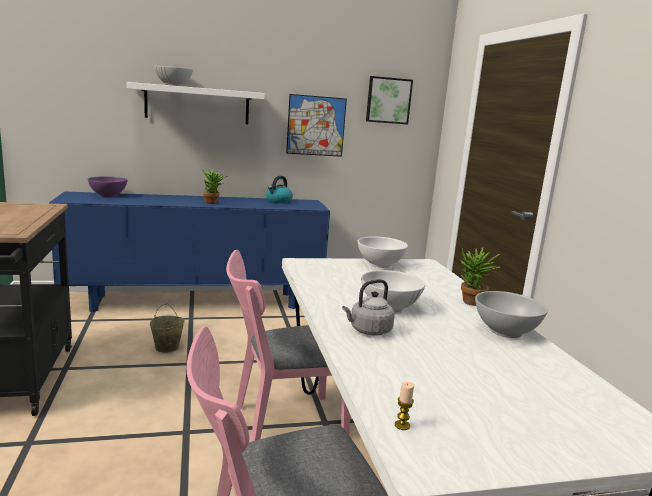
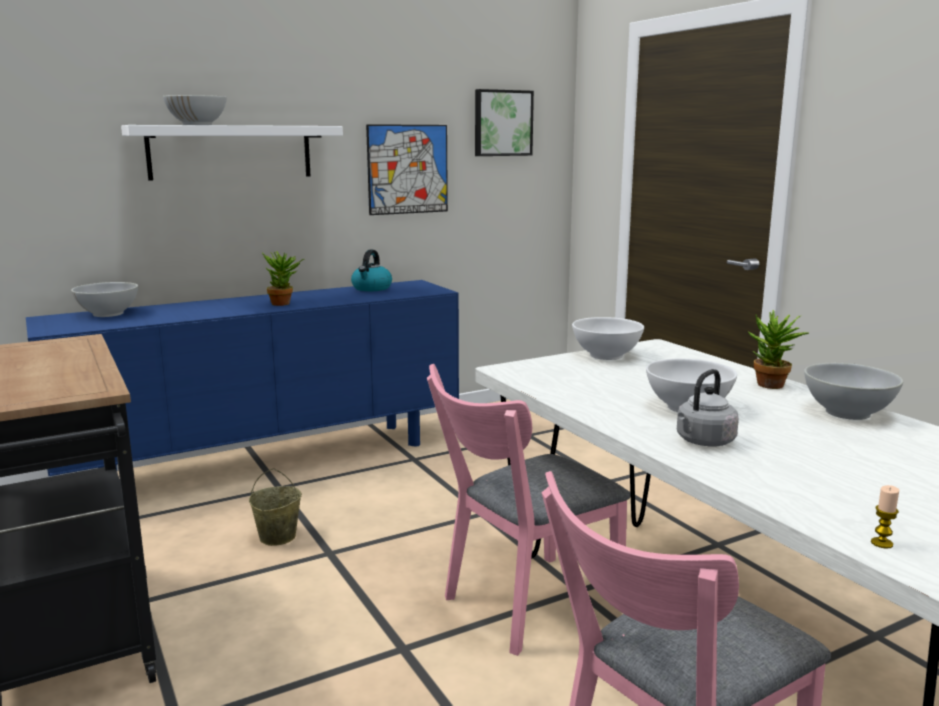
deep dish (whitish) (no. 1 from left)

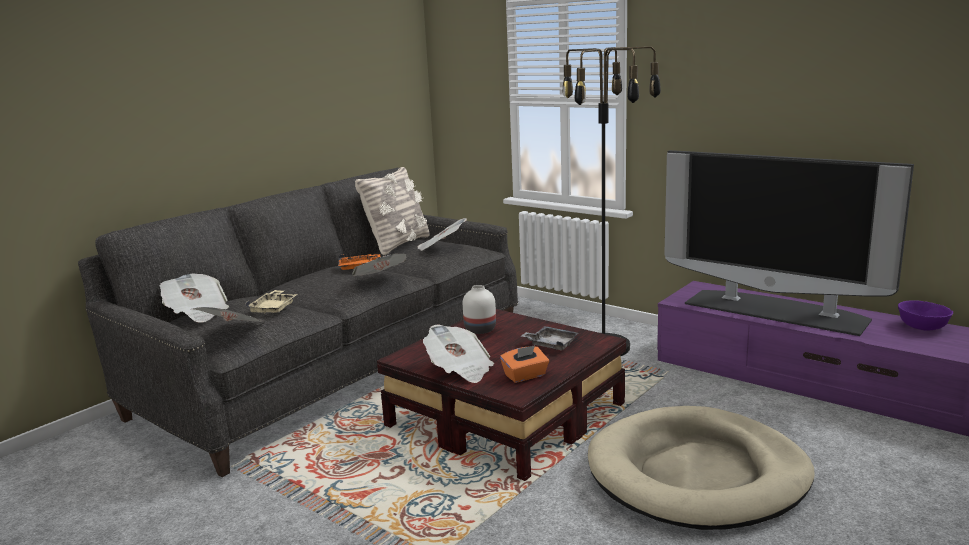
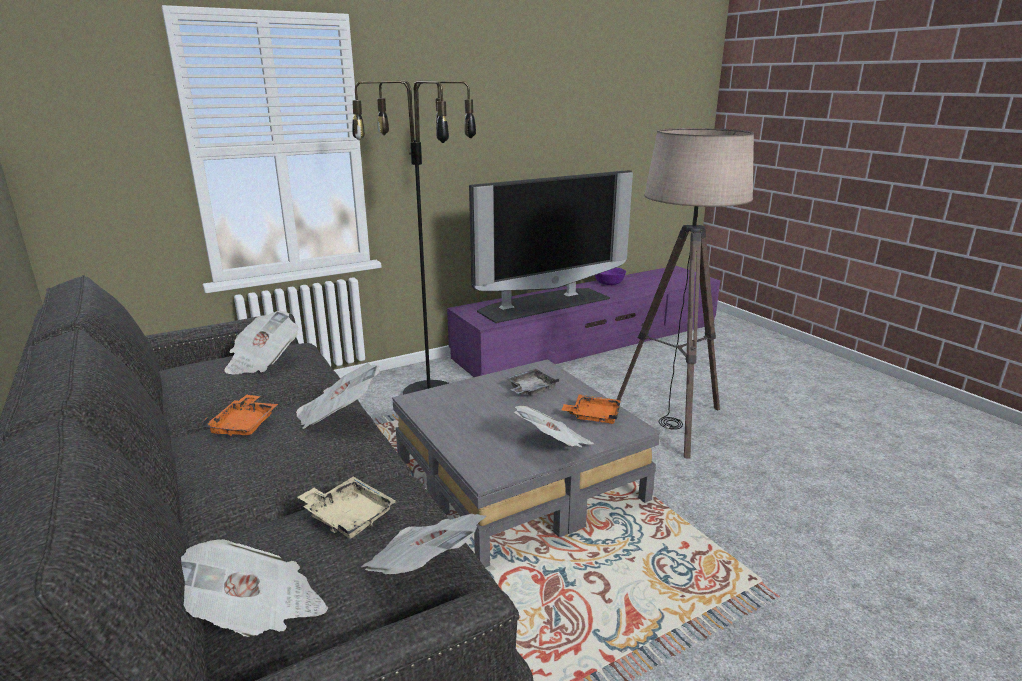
throw pillow (beige); coffee table (grey); decorative vase (whitish); carrying tray (orangey) (no. 2 from left); standard lamp (no. 2 from left)

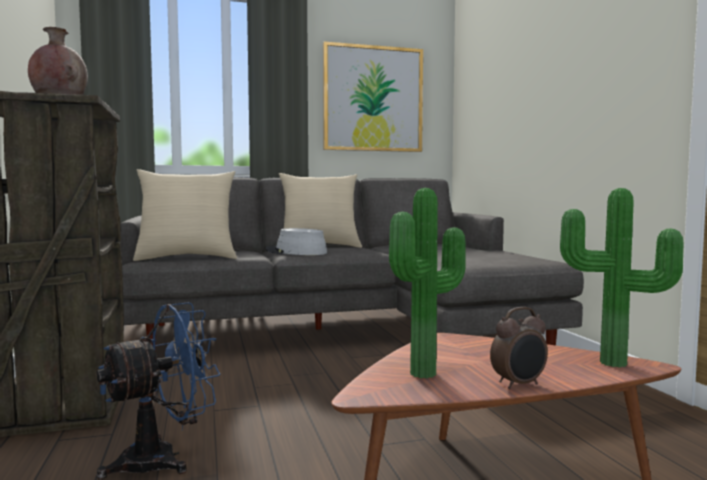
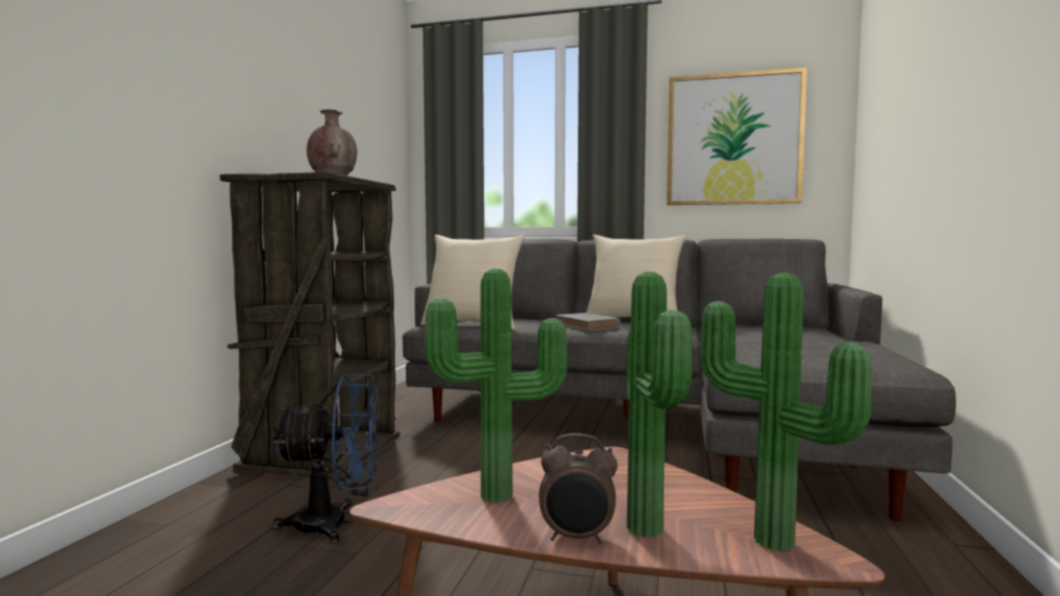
volume (grey); houseplant (no. 2 from left)

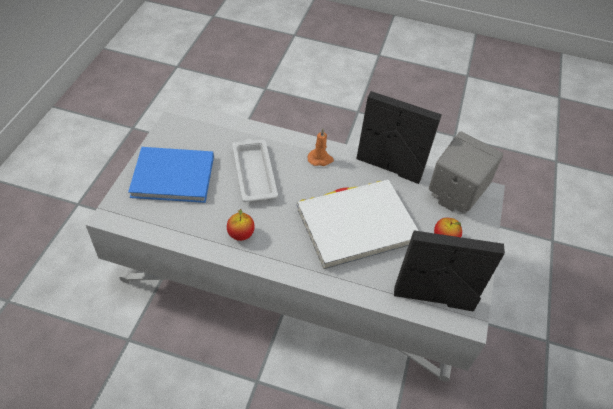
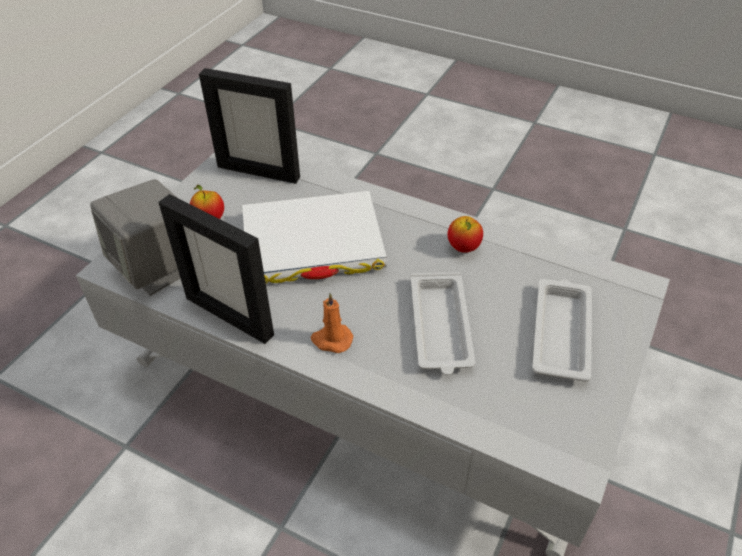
carrying tray (whitish) (no. 2 from left)

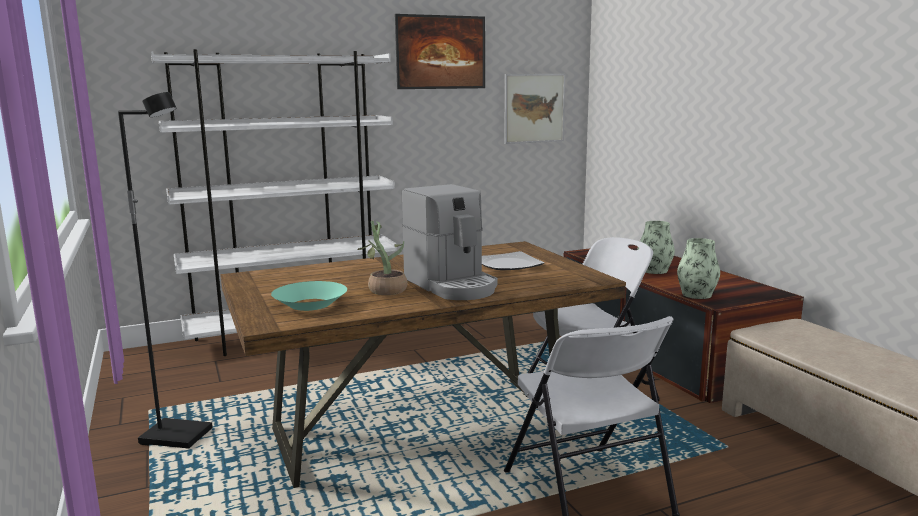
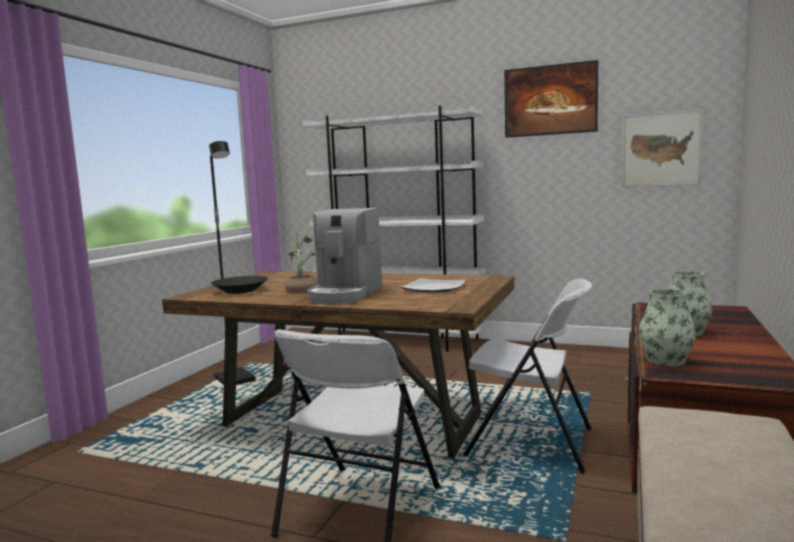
deep dish (black-coloured)

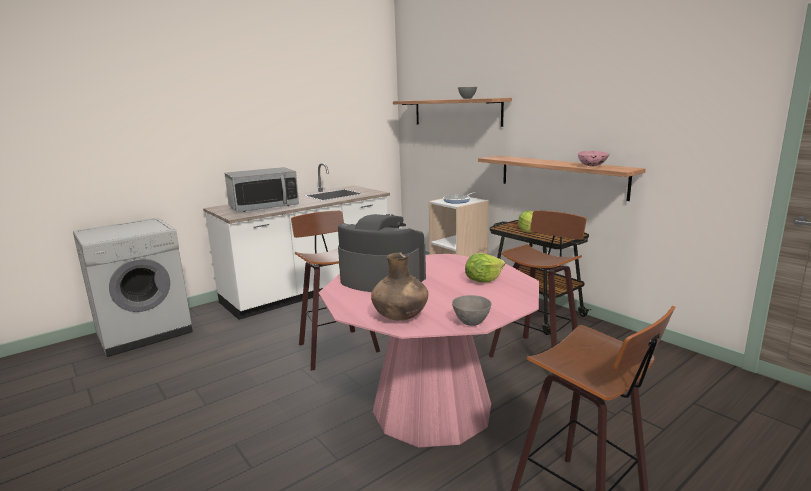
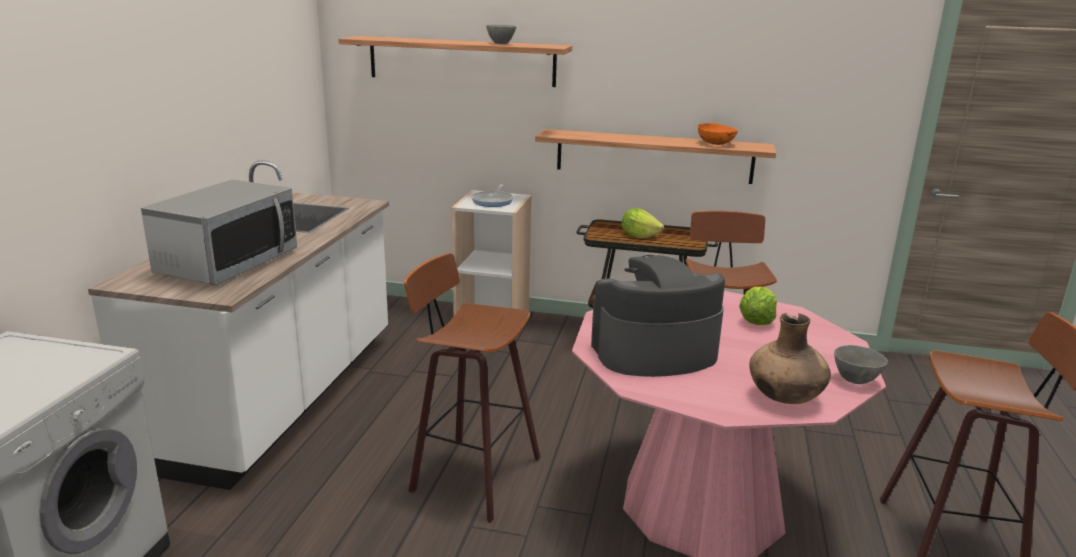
deep dish (orangey)

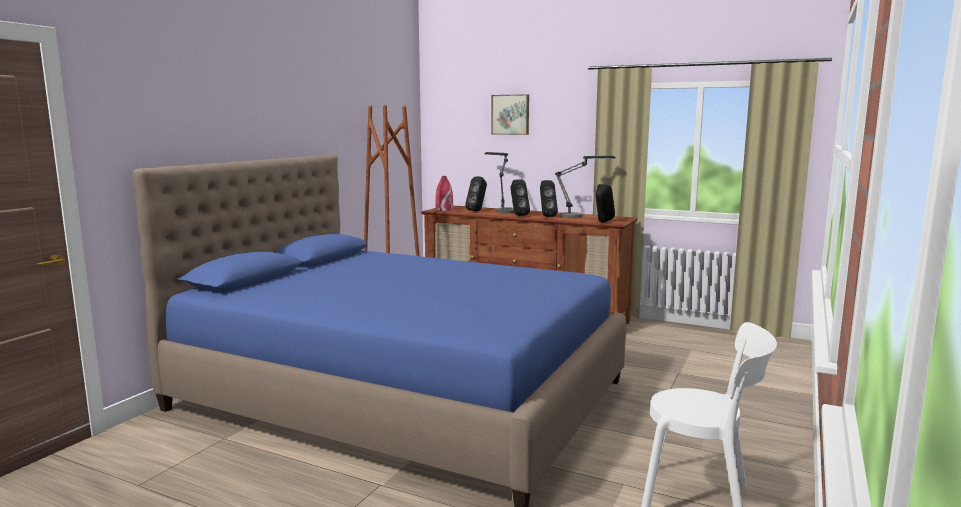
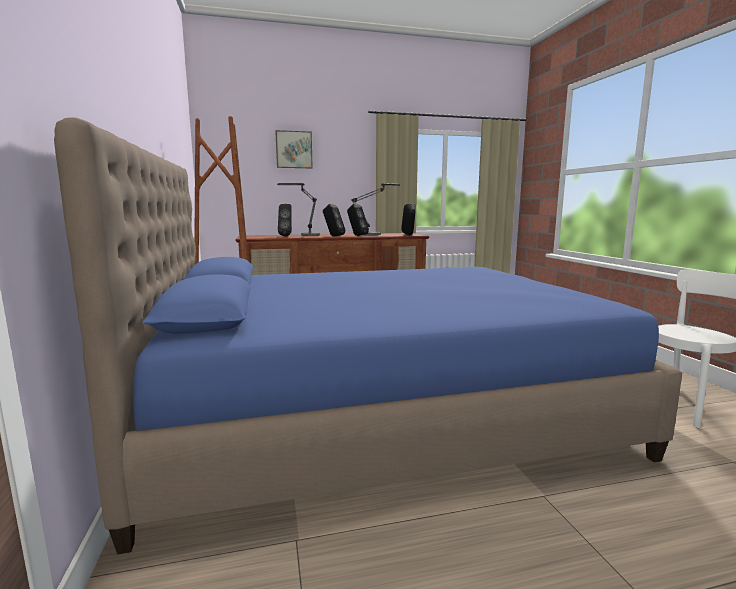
decorative vase (reddish)

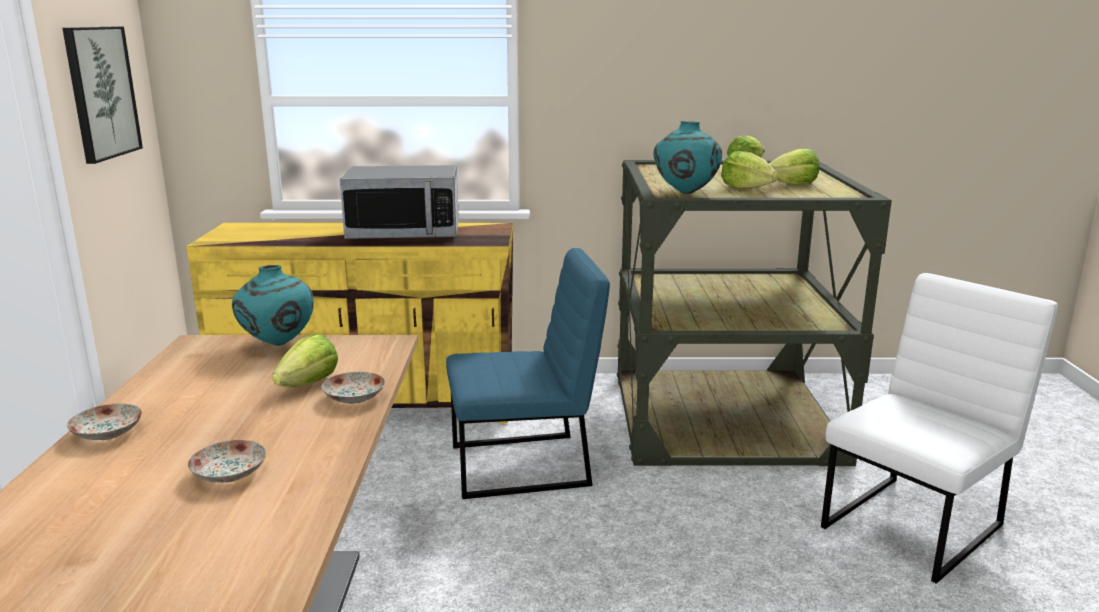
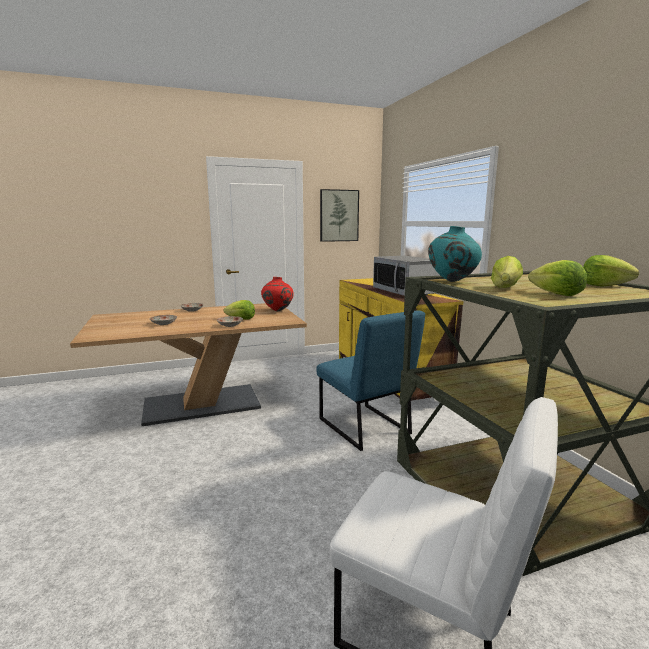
decorative vase (reddish)

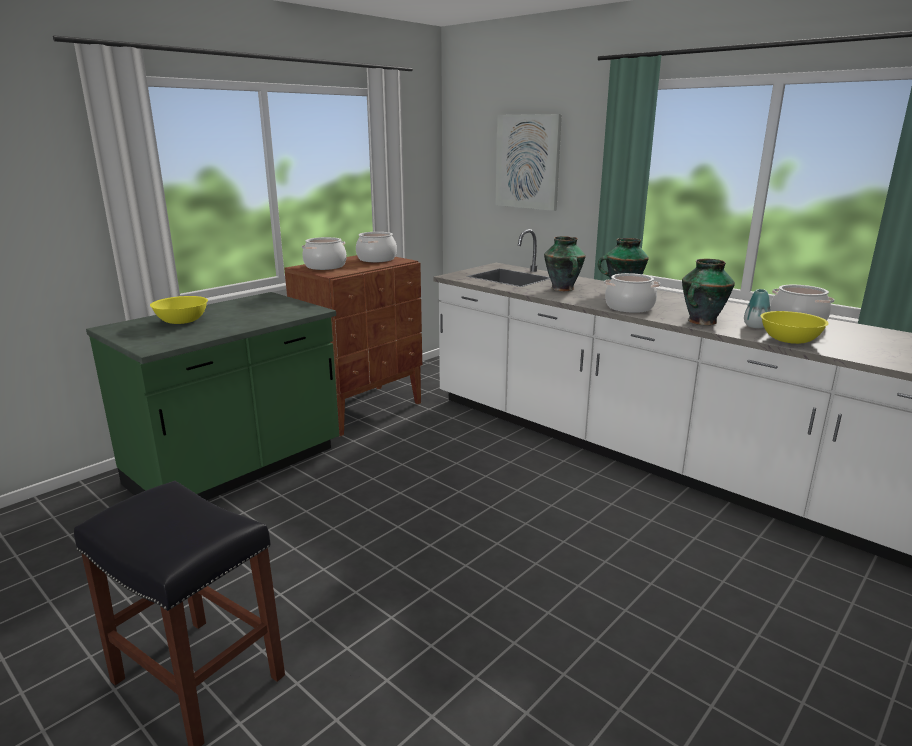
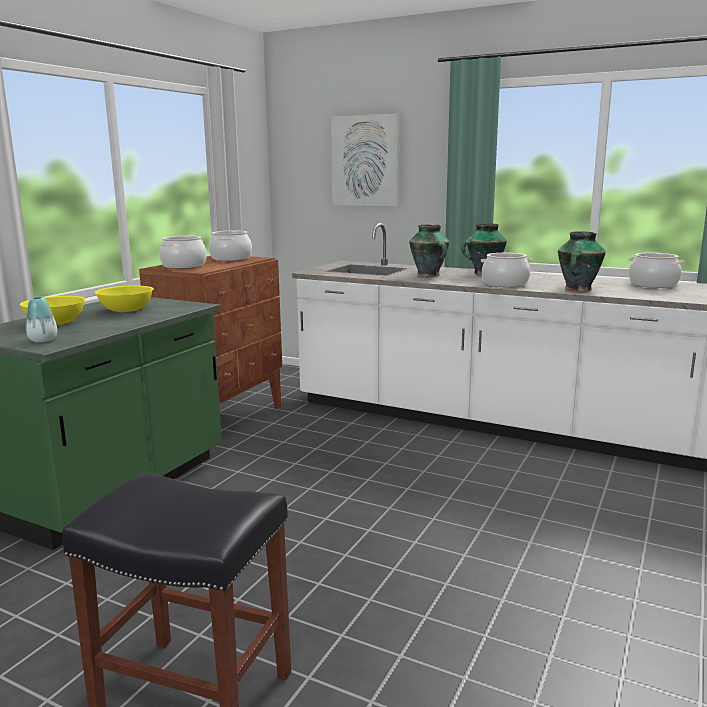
decorative vase (no. 1 from left); deep dish (yellowish) (no. 2 from left)

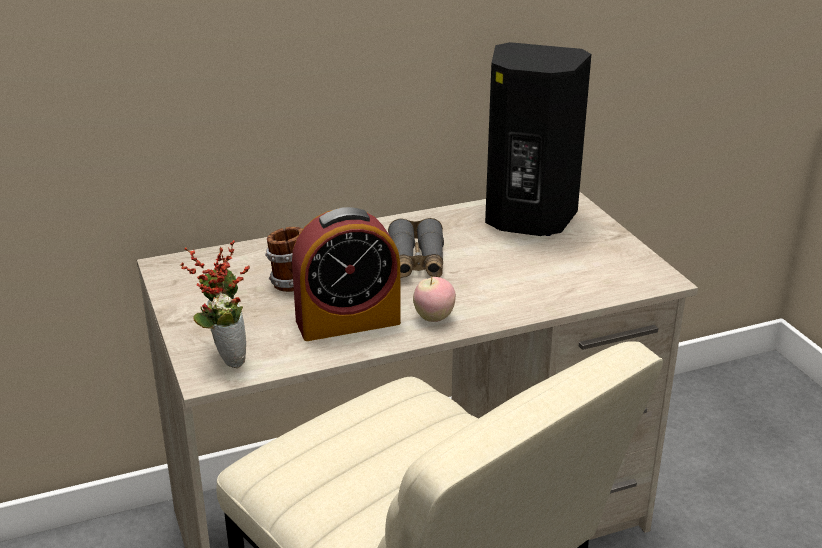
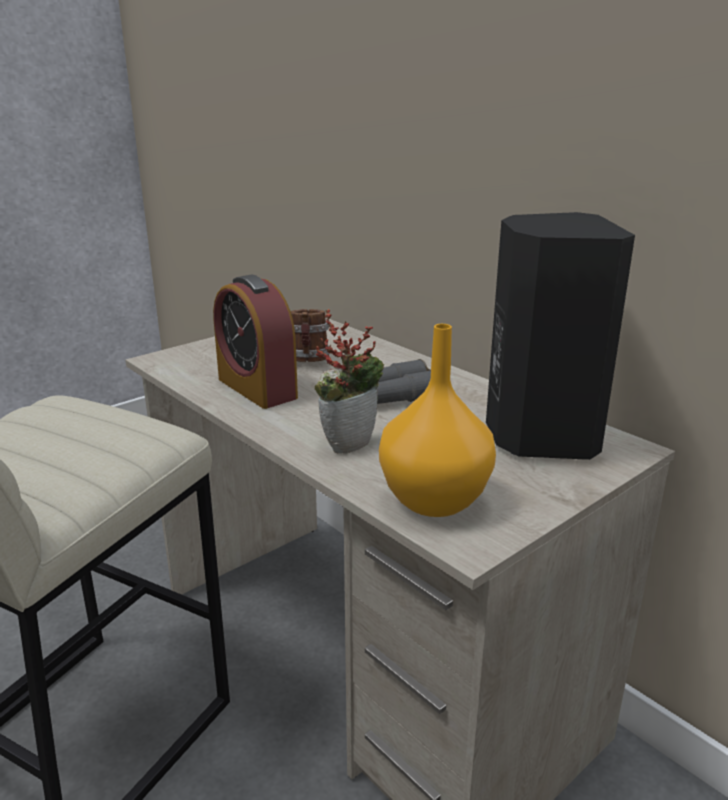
houseplant; apple; decorative vase (orangey)

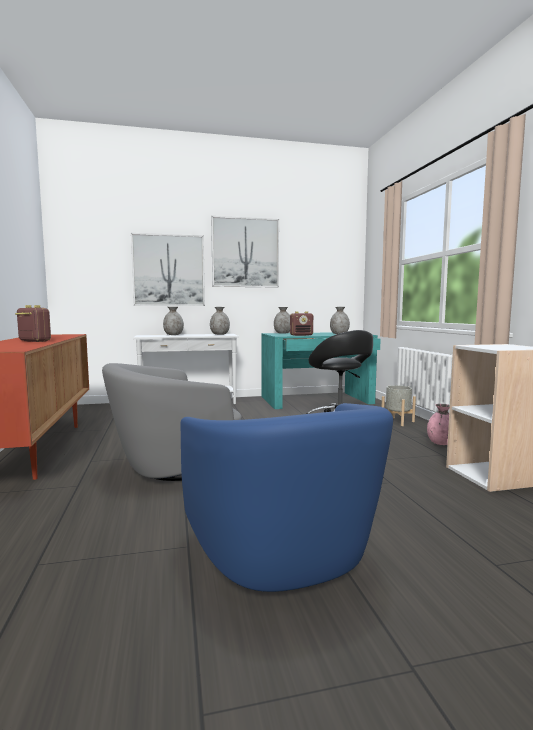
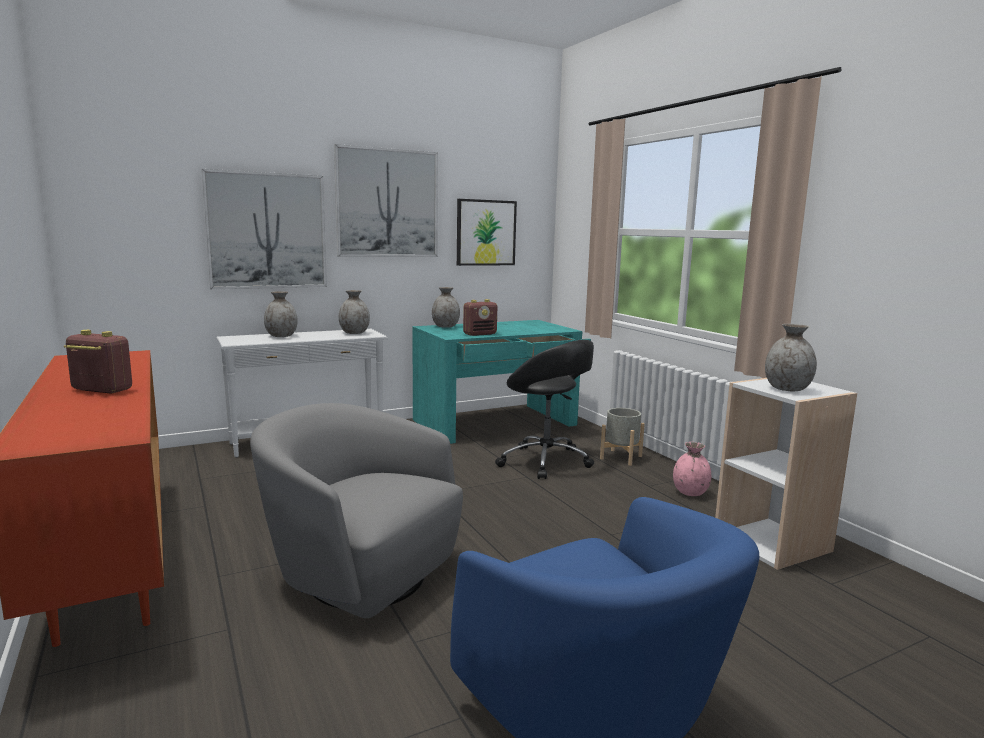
armchair (grey); decorative vase (grey) (no. 4 from left); wall art (no. 3 from left)

